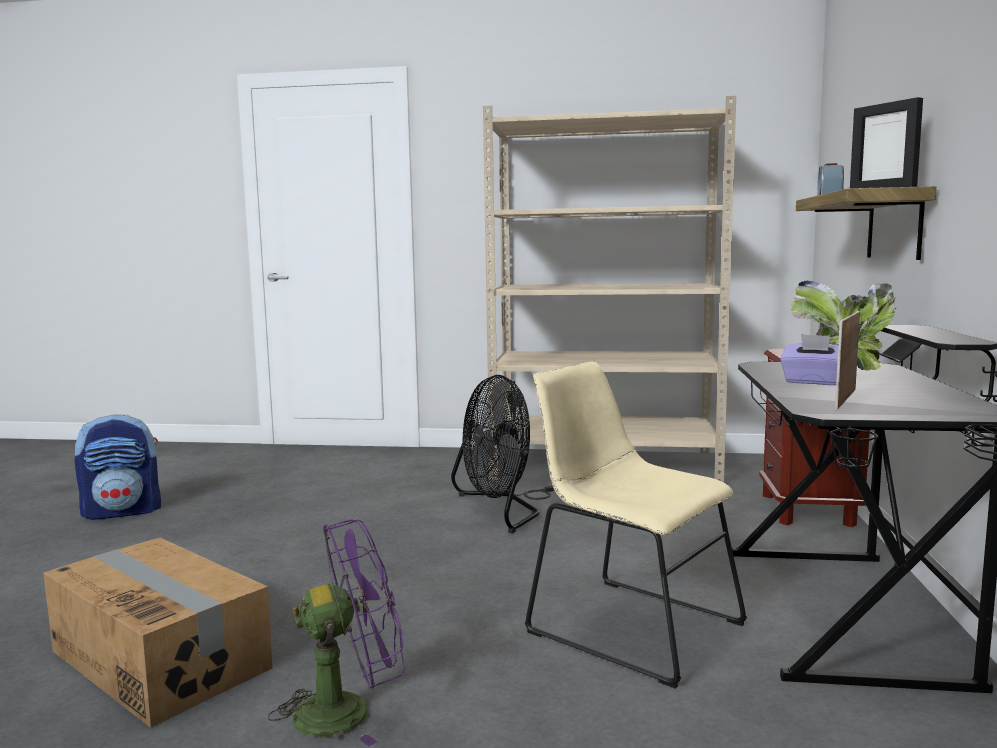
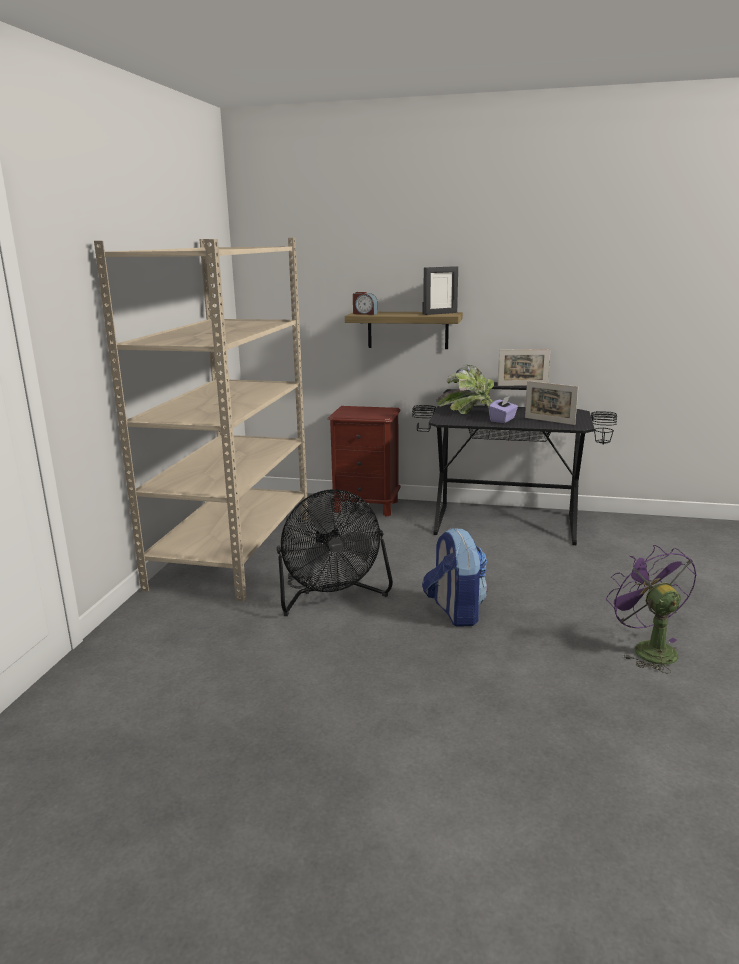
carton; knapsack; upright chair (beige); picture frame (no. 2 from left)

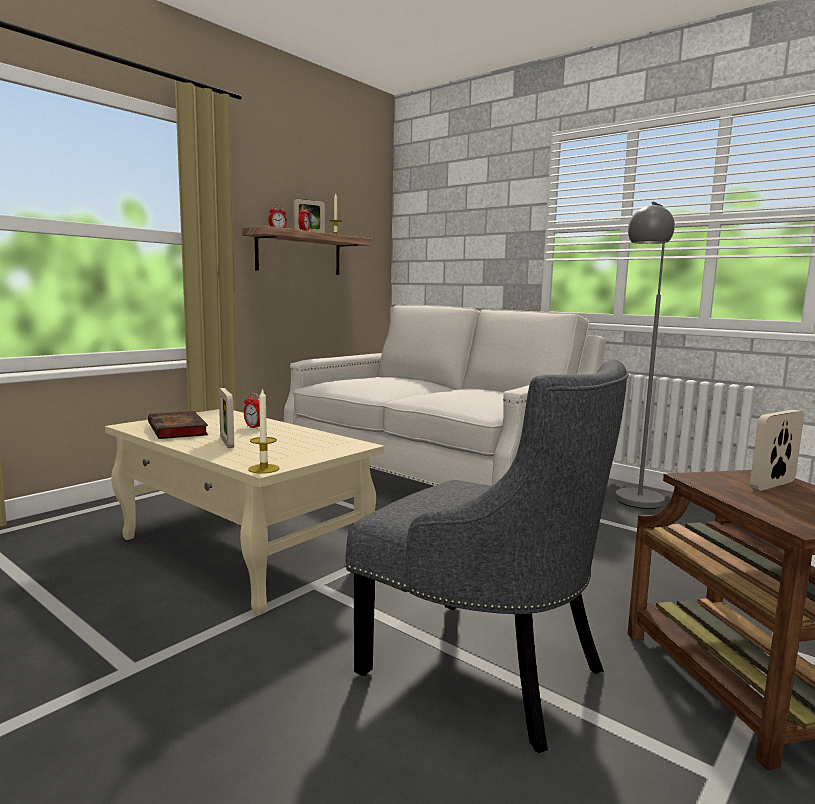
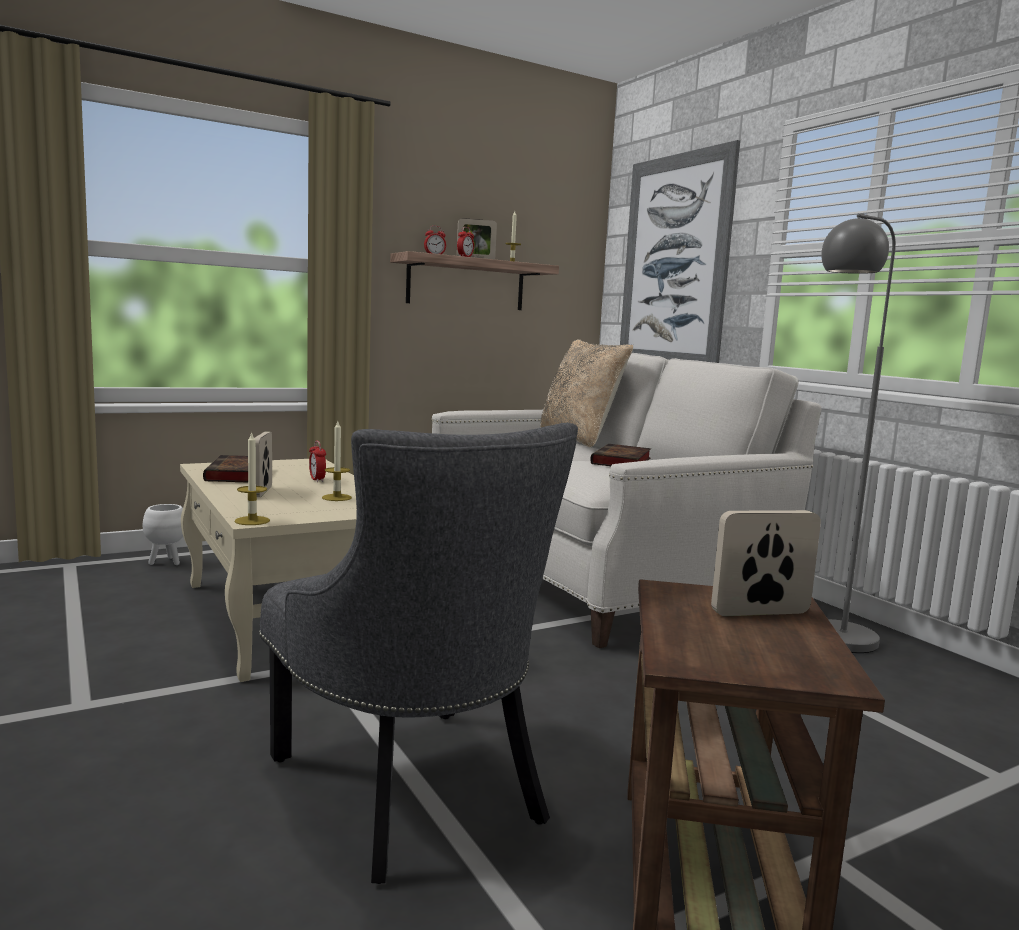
flower pot (whitish); candle (no. 2 from left); throw pillow (beige); volume (no. 2 from left); wall art

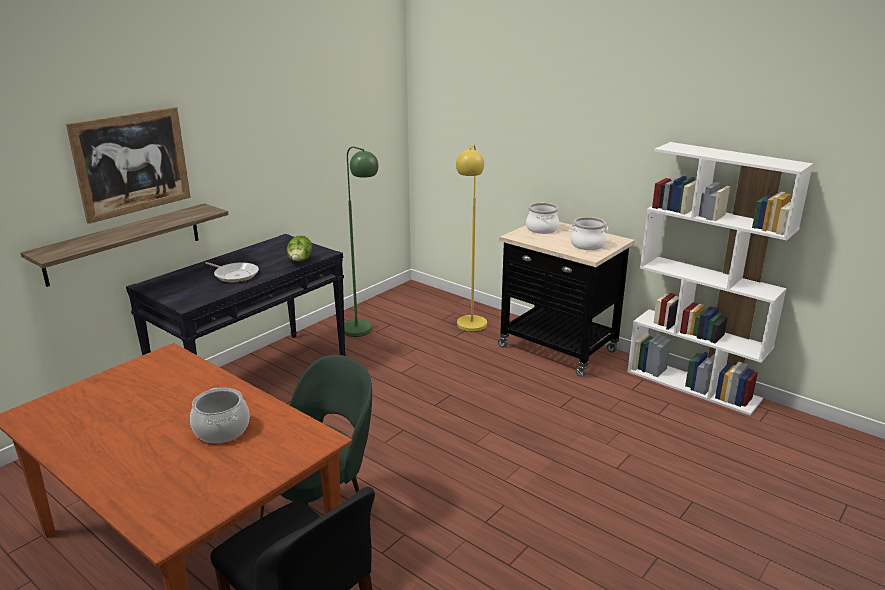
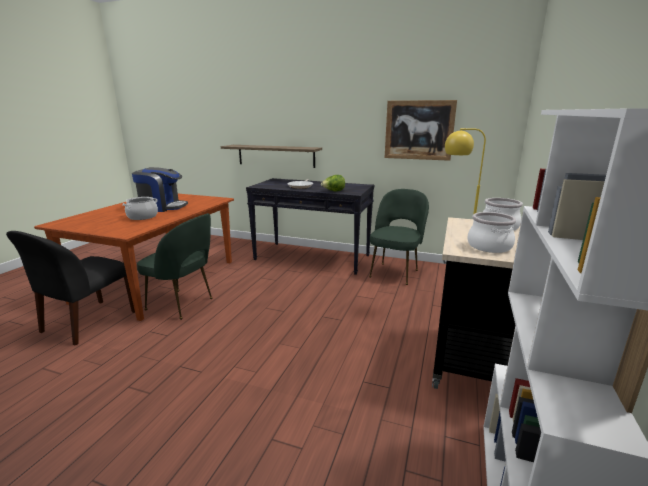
wall art; upright chair (greenish) (no. 2 from left); coffee maker

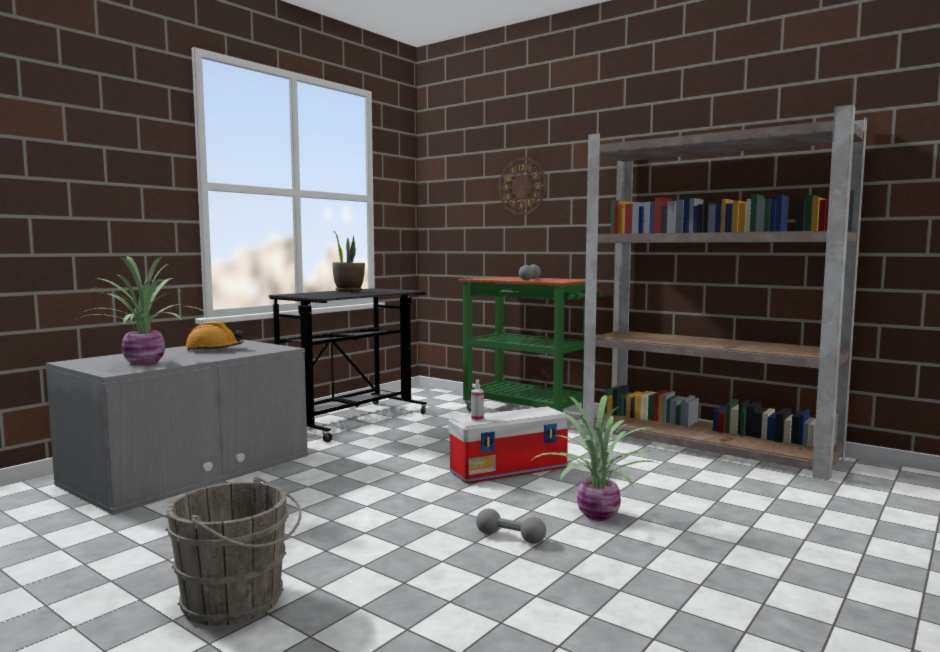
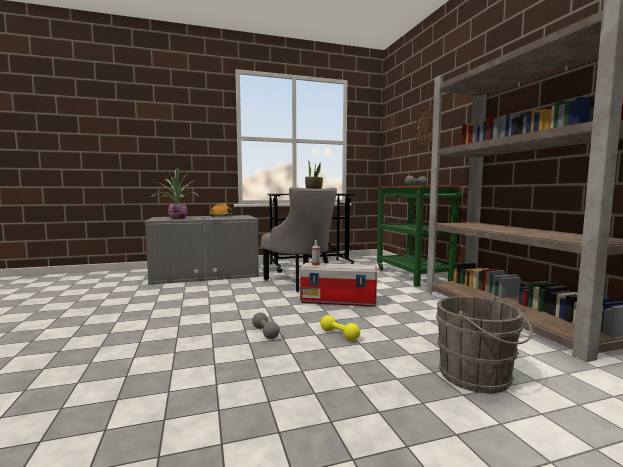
bucket (grey); free weight (yellowish); upright chair (grey)

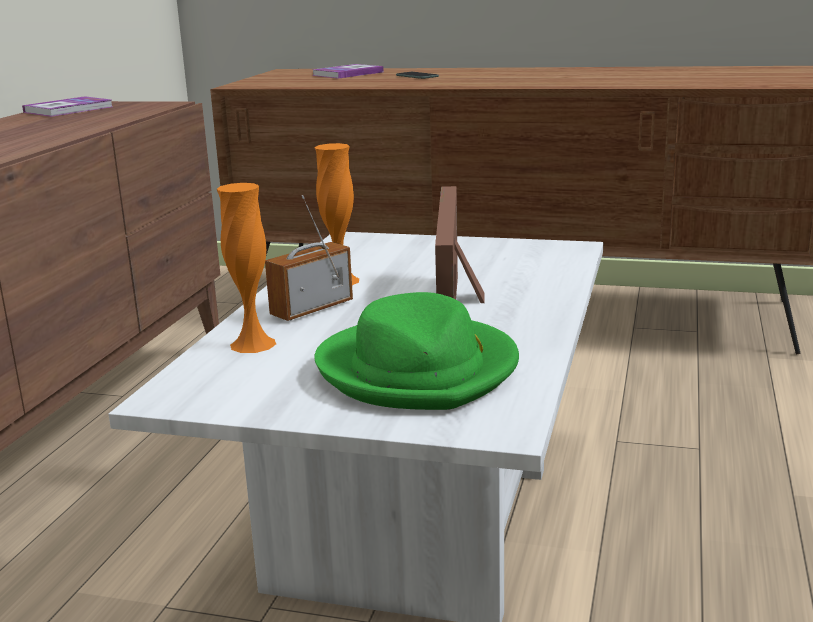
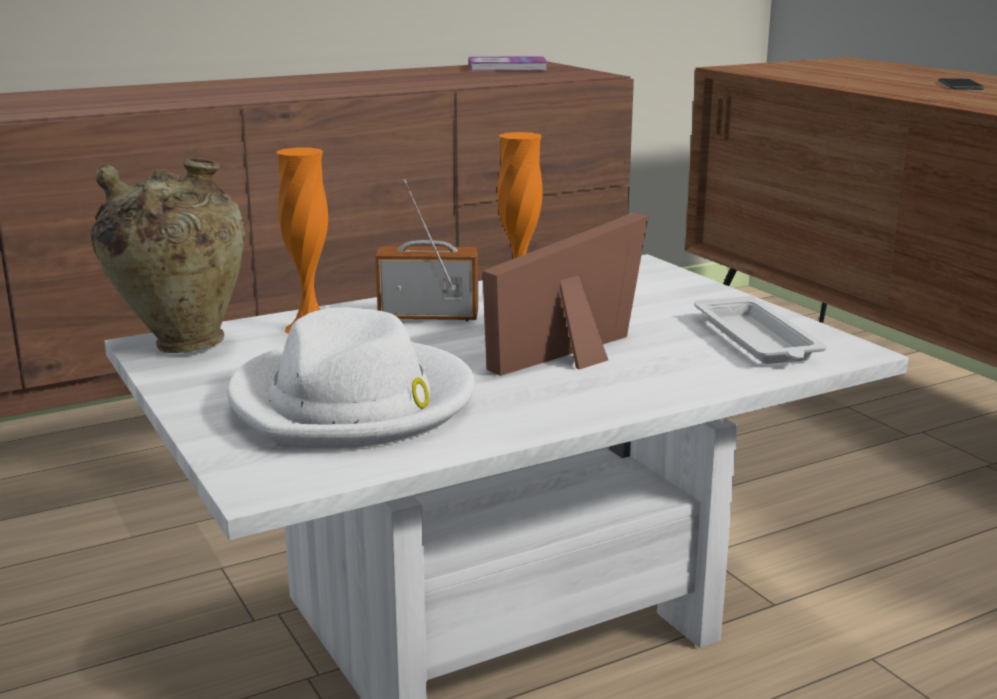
volume (no. 2 from left in the first image); clothing hat (whitish); decorative vase (beige); carrying tray (whitish)

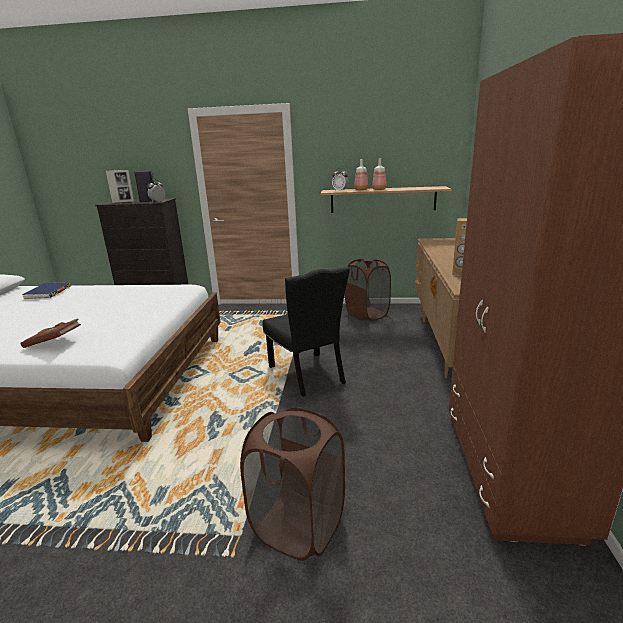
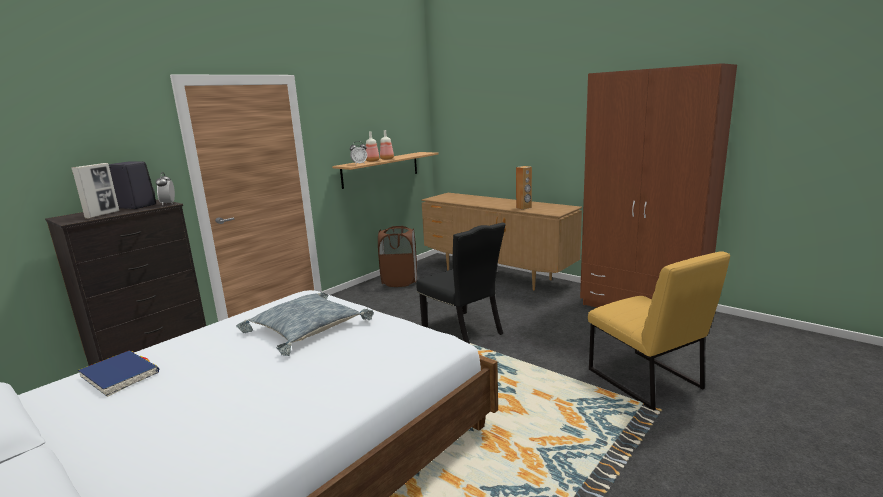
volume (brownish); upright chair (yellowish); upright chair (black-coloured); throw pillow

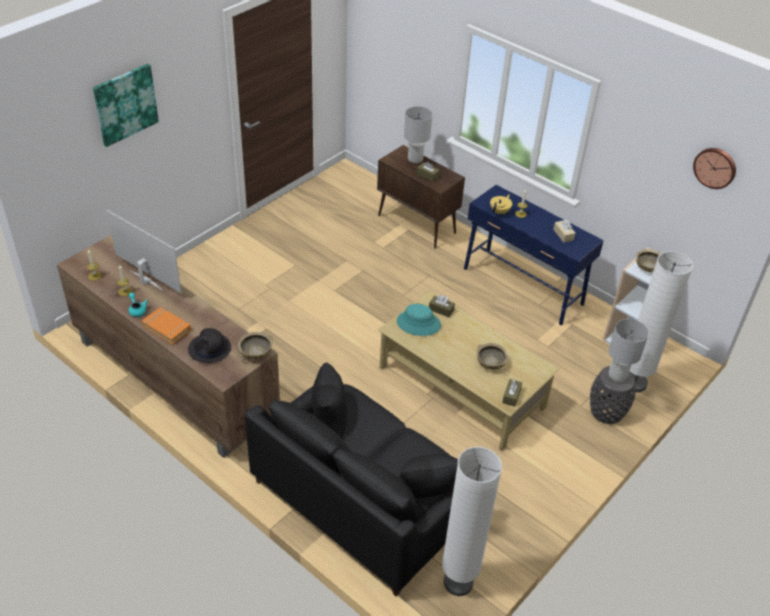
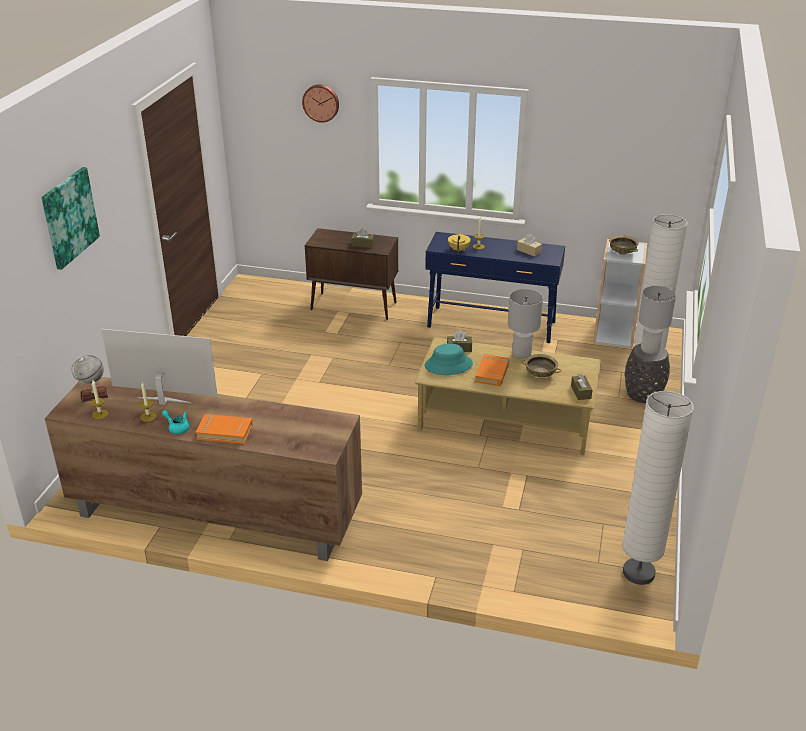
clothing hat (black-coloured); deep dish (beige) (no. 1 from left in the first image); sofa (black-coloured); tabletop lamp (grey) (no. 1 from left); hanging clock; globe; volume (orangey) (no. 2 from left)

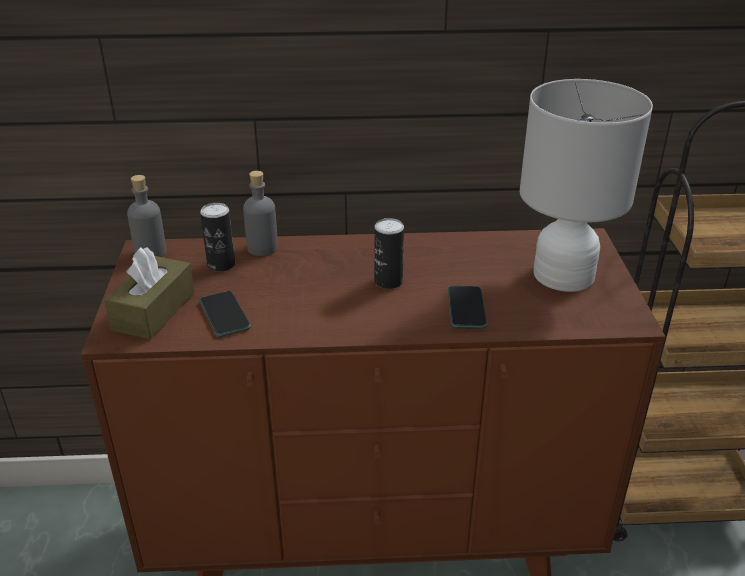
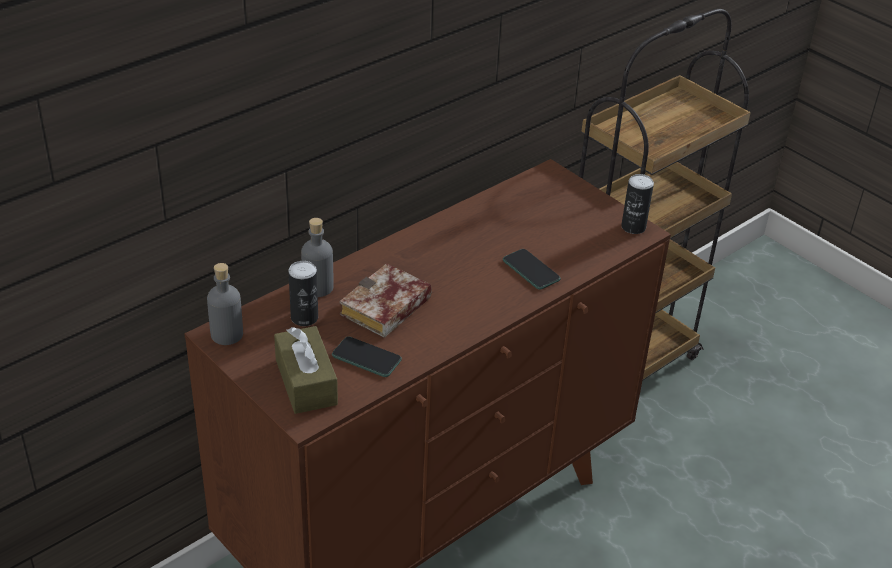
sealed can (no. 2 from left); tabletop lamp (grey); volume

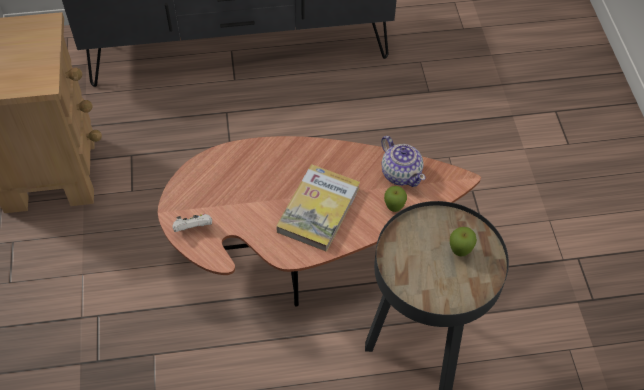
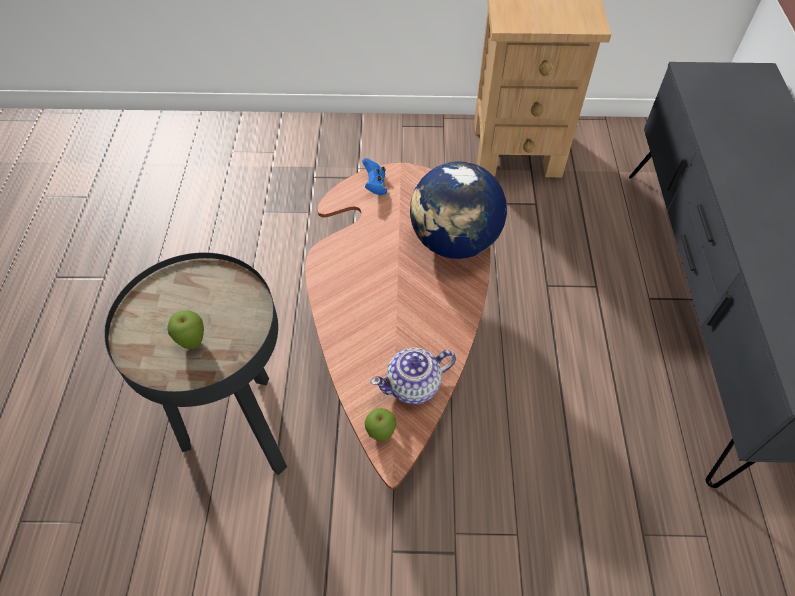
gamepad (blue); volume; apple (no. 2 from left); globe

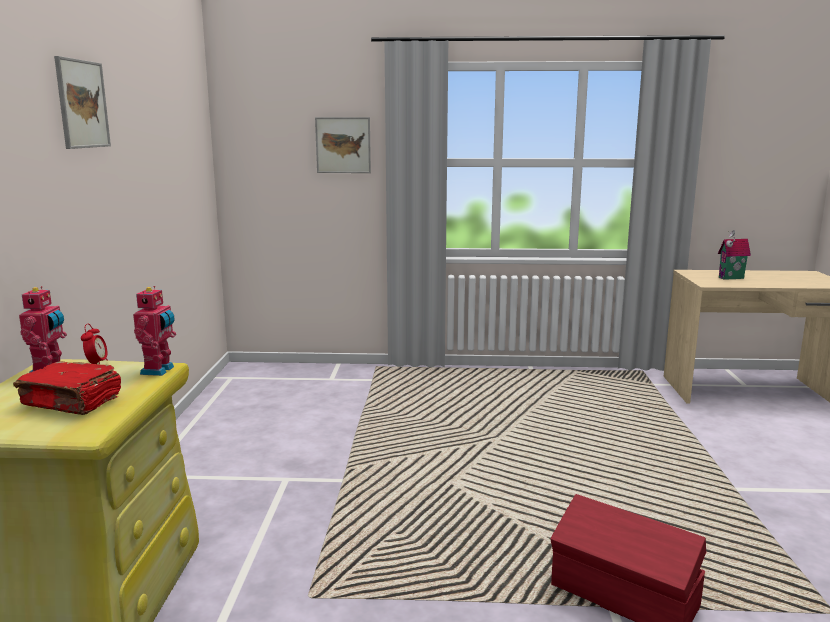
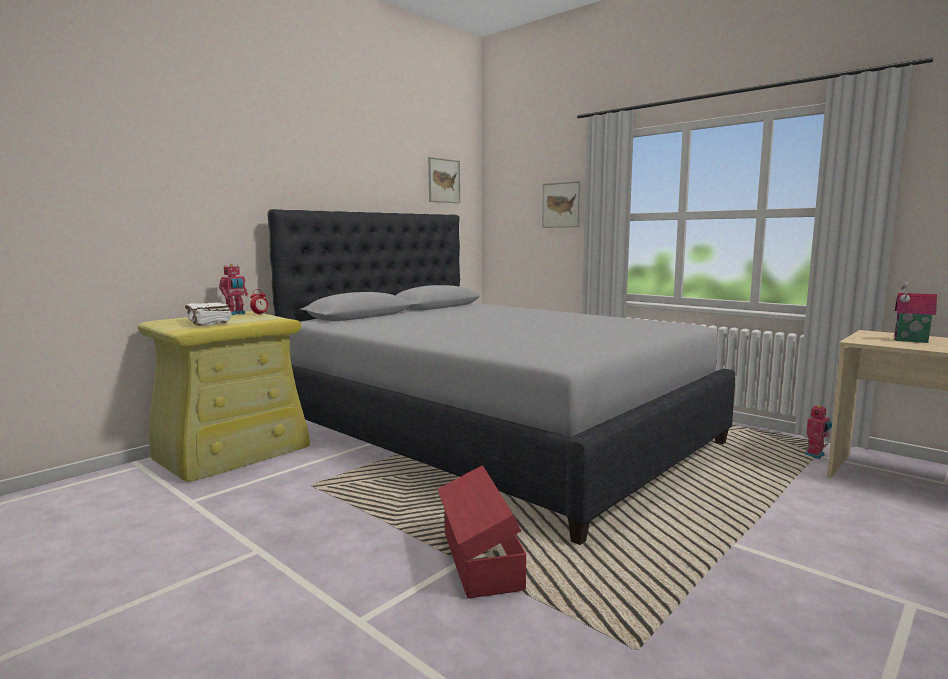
volume (whitish); wall art (no. 1 from left); model robot (no. 2 from left); sleeping bed (grey)

